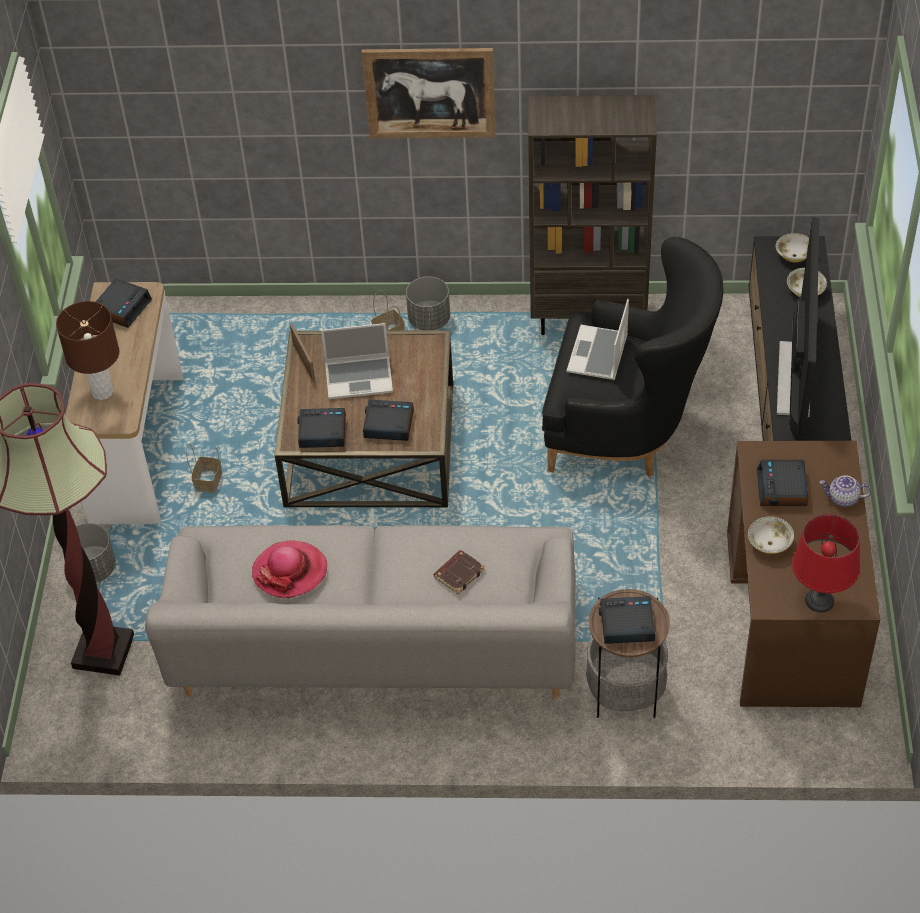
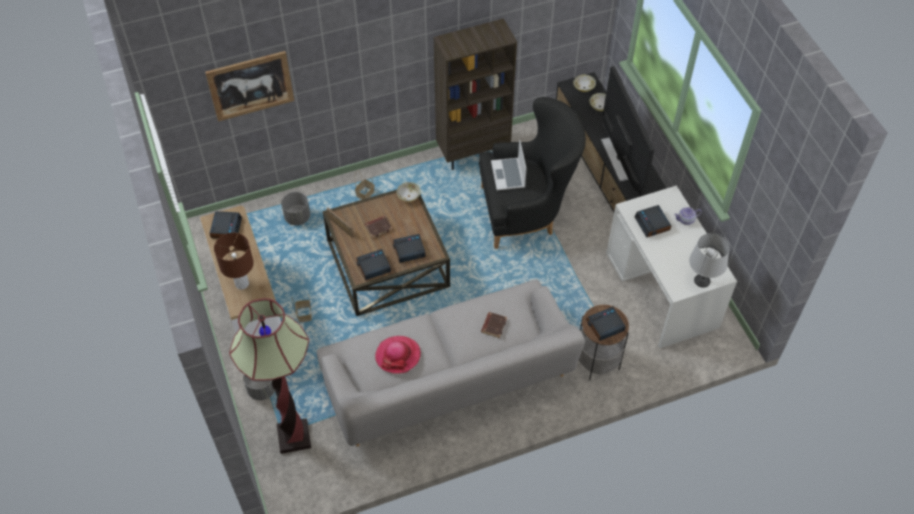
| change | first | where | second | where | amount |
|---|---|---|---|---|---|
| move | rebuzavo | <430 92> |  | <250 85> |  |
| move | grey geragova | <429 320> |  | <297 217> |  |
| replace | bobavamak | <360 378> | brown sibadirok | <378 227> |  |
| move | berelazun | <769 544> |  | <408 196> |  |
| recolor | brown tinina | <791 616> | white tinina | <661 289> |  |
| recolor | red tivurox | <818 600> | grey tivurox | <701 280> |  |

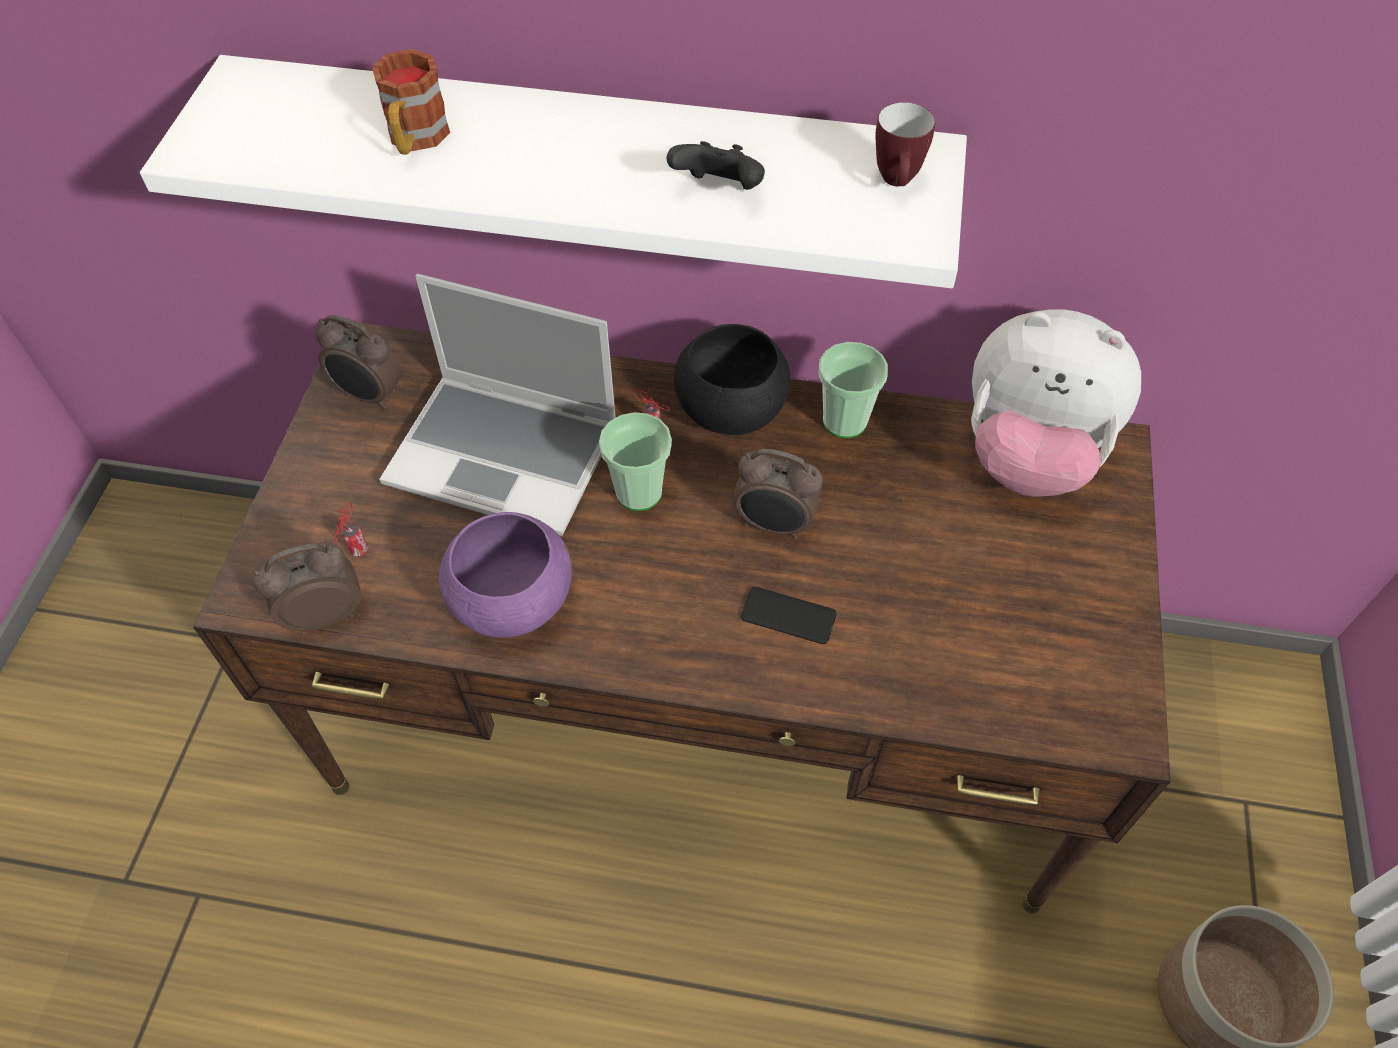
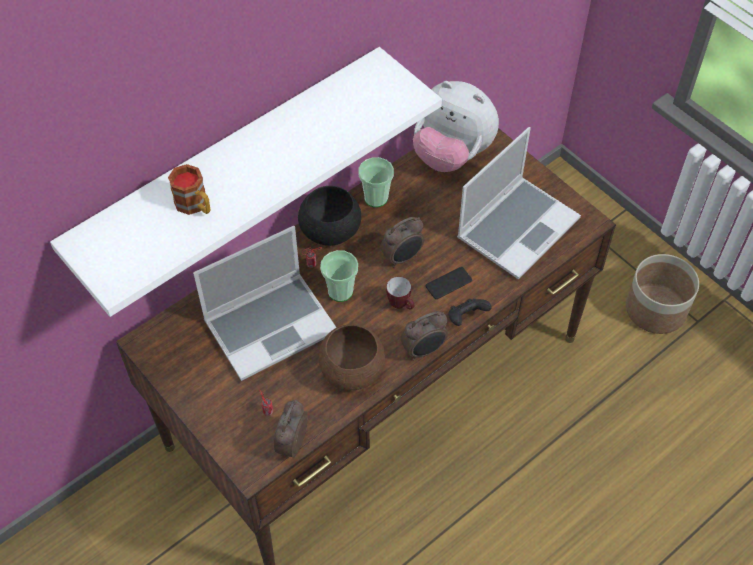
| change | first | where | second | where | amount |
|---|---|---|---|---|---|
| recolor | purple berelazun | <511 601> | brown berelazun | <351 371> |  |
| move | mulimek | <898 183> |  | <401 305> |  |
| move | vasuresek | <369 396> |  | <424 350> |  |
| rotate | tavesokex | <1029 455> |  | <452 154> | 60 degrees clockwise |
| move | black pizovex | <719 191> |  | <466 318> |  |
| insert |  |  | bobavamak | <517 227> |  |

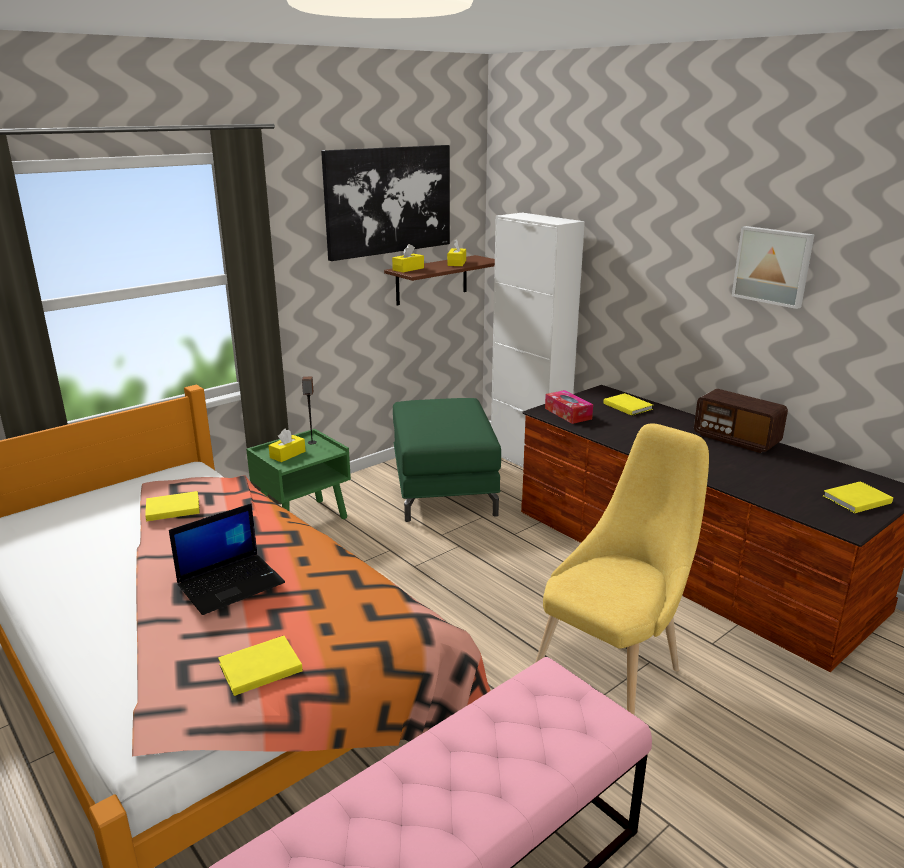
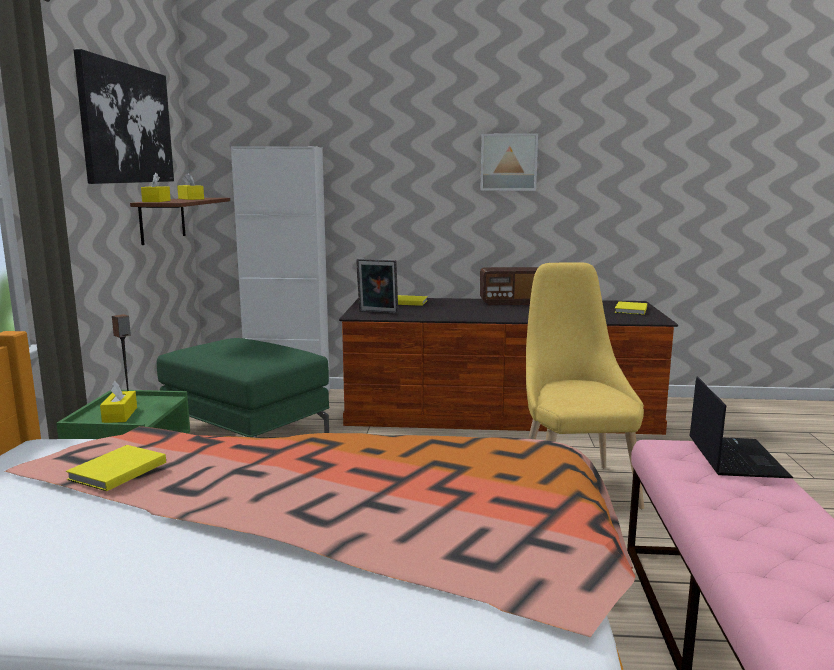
| change | first | where | second | where | amount |
|---|---|---|---|---|---|
| replace | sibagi | <568 413> | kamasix | <377 313> |  |
| move | bobavamak | <231 583> |  | <734 457> |  |
| delete | yellow sibadirok | <258 668> |  |  |  |

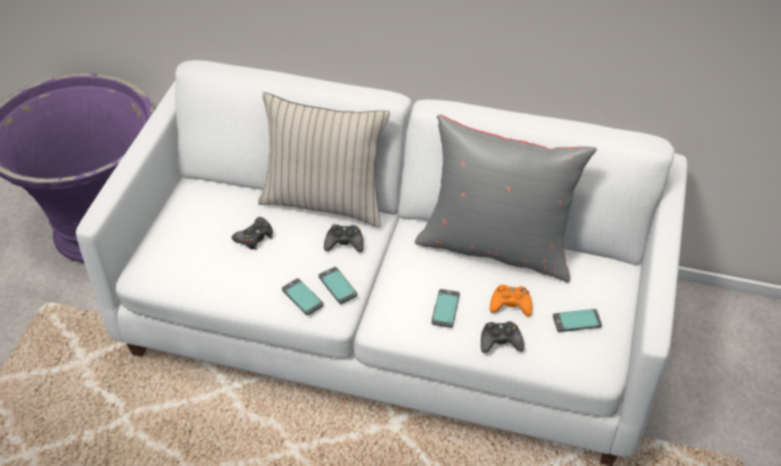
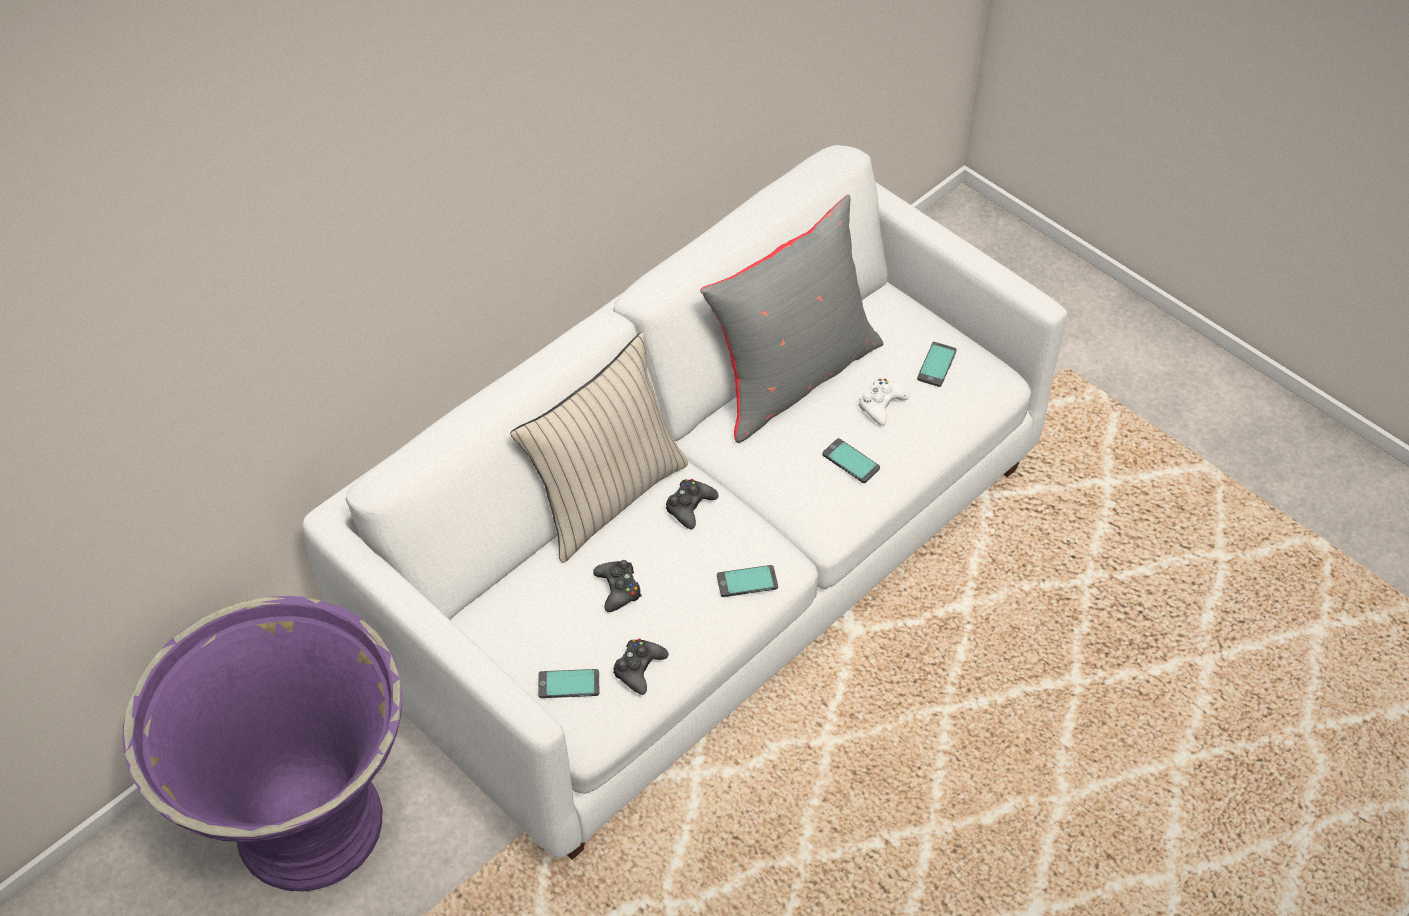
| change | first | where | second | where | amount |
|---|---|---|---|---|---|
| move | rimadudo | <337 286> |  | <569 685> |  |
| move | black pizovex | <500 341> |  | <639 668> |  |
| recolor | orange pizovex | <510 304> | white pizovex | <881 405> |  |

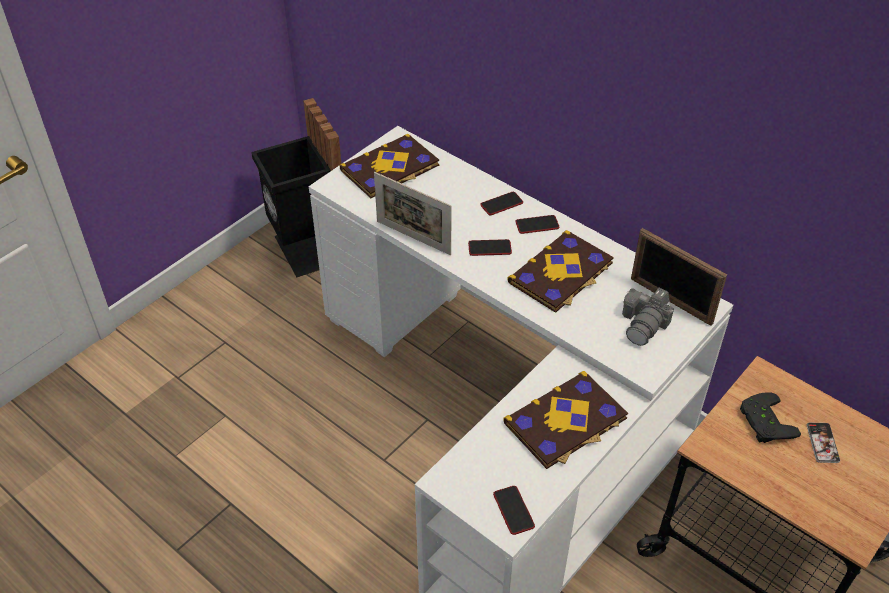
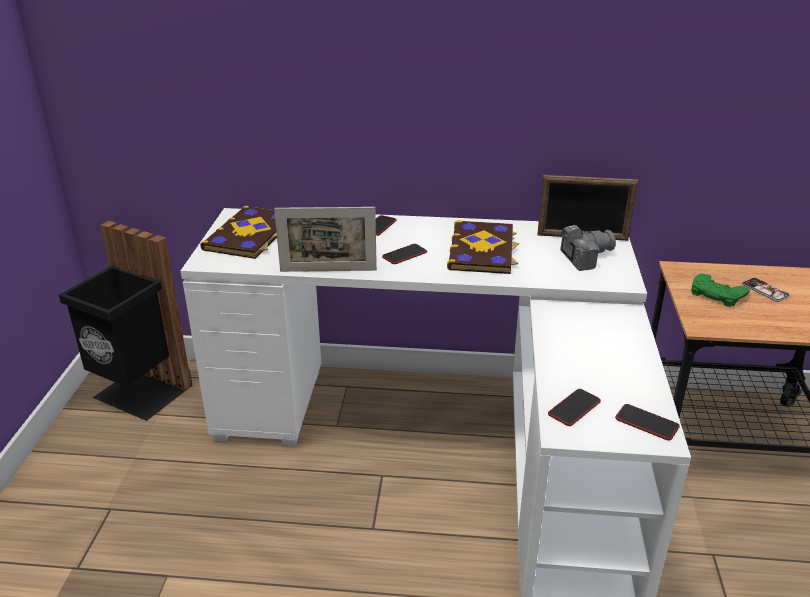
| change | first | where | second | where | amount |
|---|---|---|---|---|---|
| move | rimadudo | <537 225> |  | <574 408> |  |
| rotate | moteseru | <644 324> |  | <584 256> | 105 degrees counterclockwise |
| recolor | black pizovex | <763 422> | green pizovex | <715 294> |  |
| delete | sibadirok | <566 422> |  |  |  |

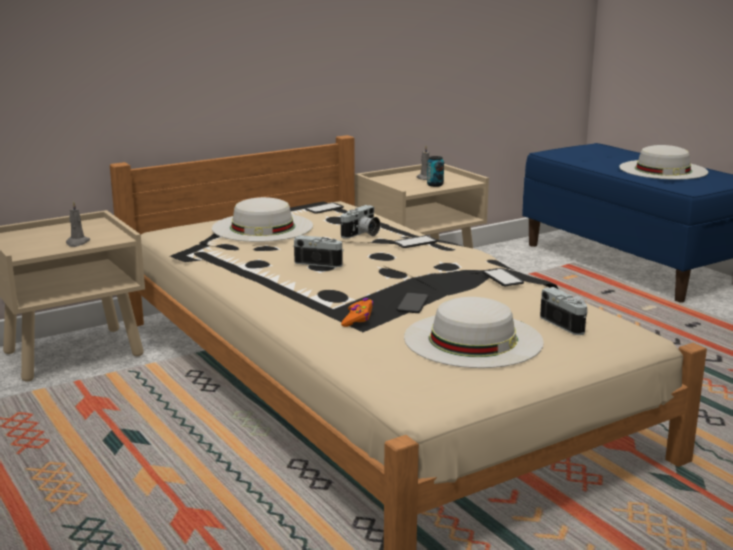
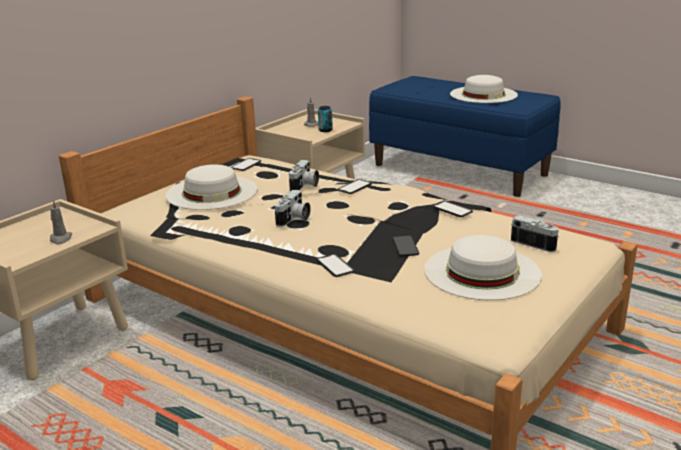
| change | first | where | second | where | amount |
|---|---|---|---|---|---|
| rotate | moteseru | <320 262> |  | <294 219> | 120 degrees clockwise |
| insert |  |  | rimadudo | <335 266> |  |
| delete | orange pizovex | <358 318> |  |  |  |

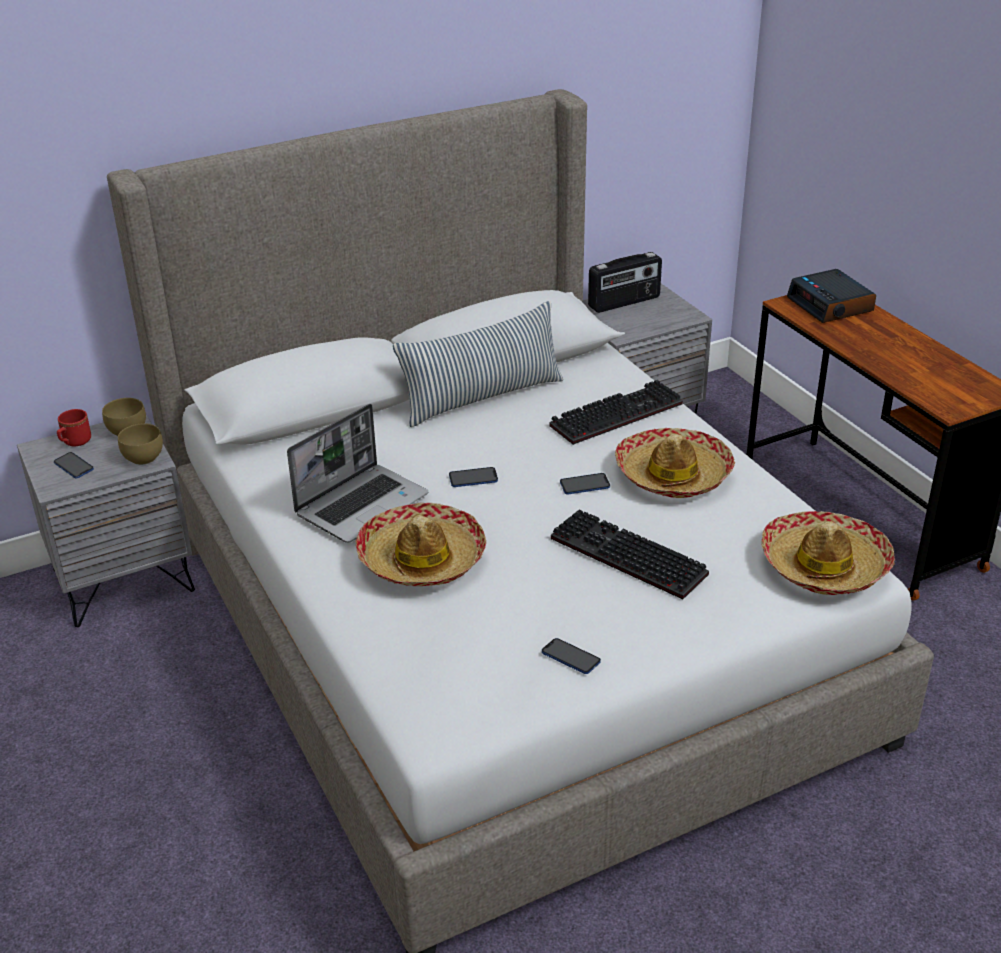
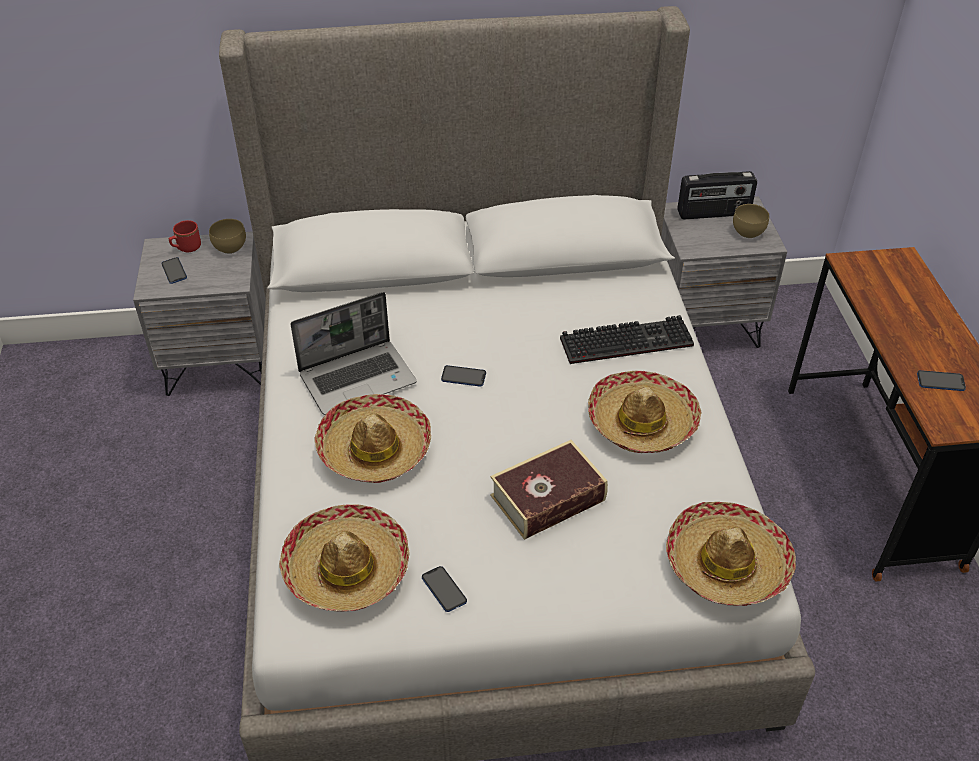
| change | first | where | second | where | amount |
|---|---|---|---|---|---|
| insert |  |  | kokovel | <346 568> |  |
| replace | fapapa | <623 557> | sibadirok | <548 498> |  |
| move | brown berelazun | <145 458> |  | <749 232> |  |
| move | rimadudo | <585 485> |  | <940 382> |  |
| delete | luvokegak | <482 397> |  |  |  |
| delete | vasuresek | <831 305> |  |  |  |

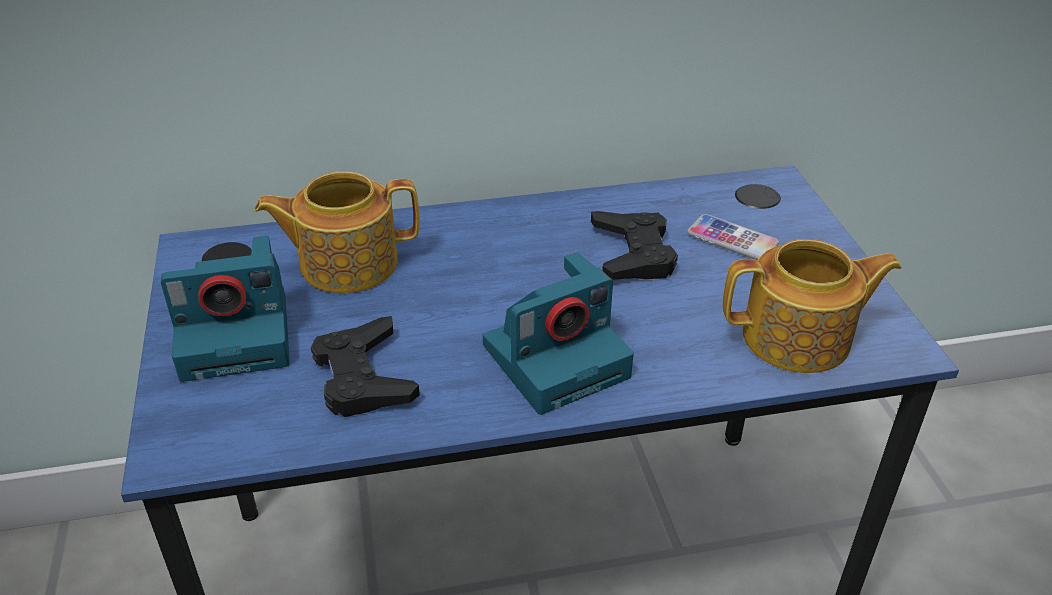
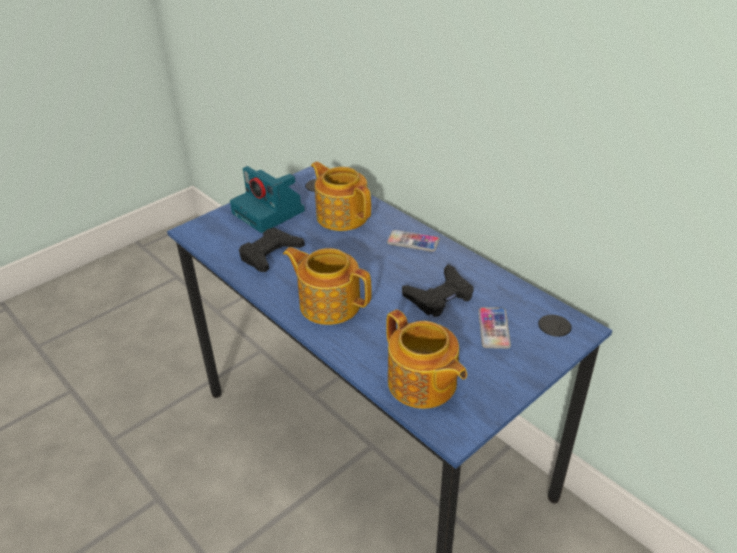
| change | first | where | second | where | amount |
|---|---|---|---|---|---|
| replace | moteseru | <557 358> | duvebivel | <329 303> |  |
| insert |  |  | rimadudo | <413 242> |  |

